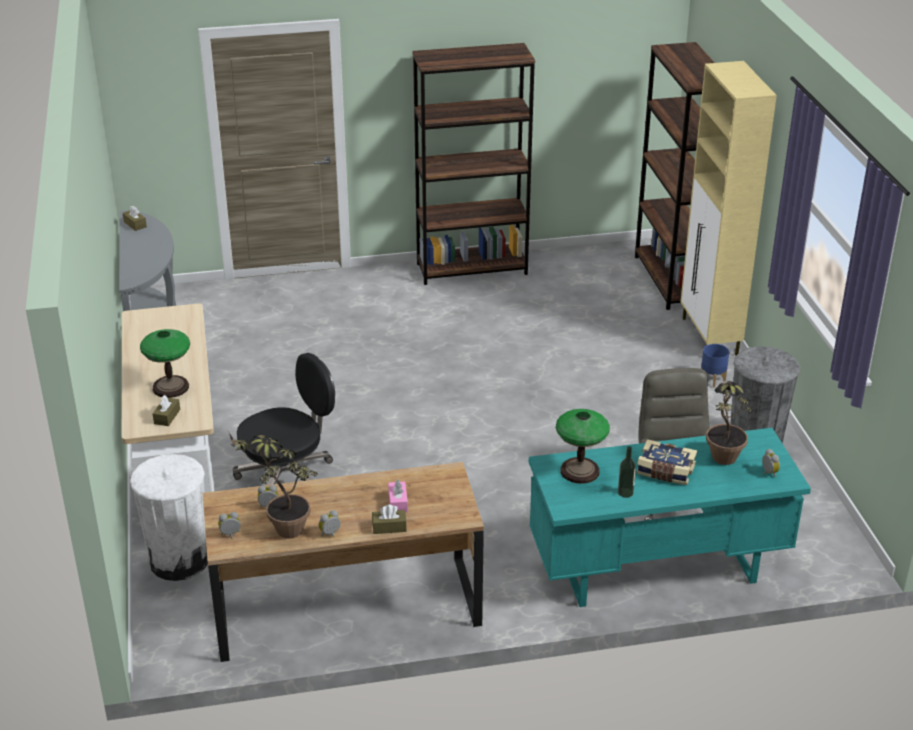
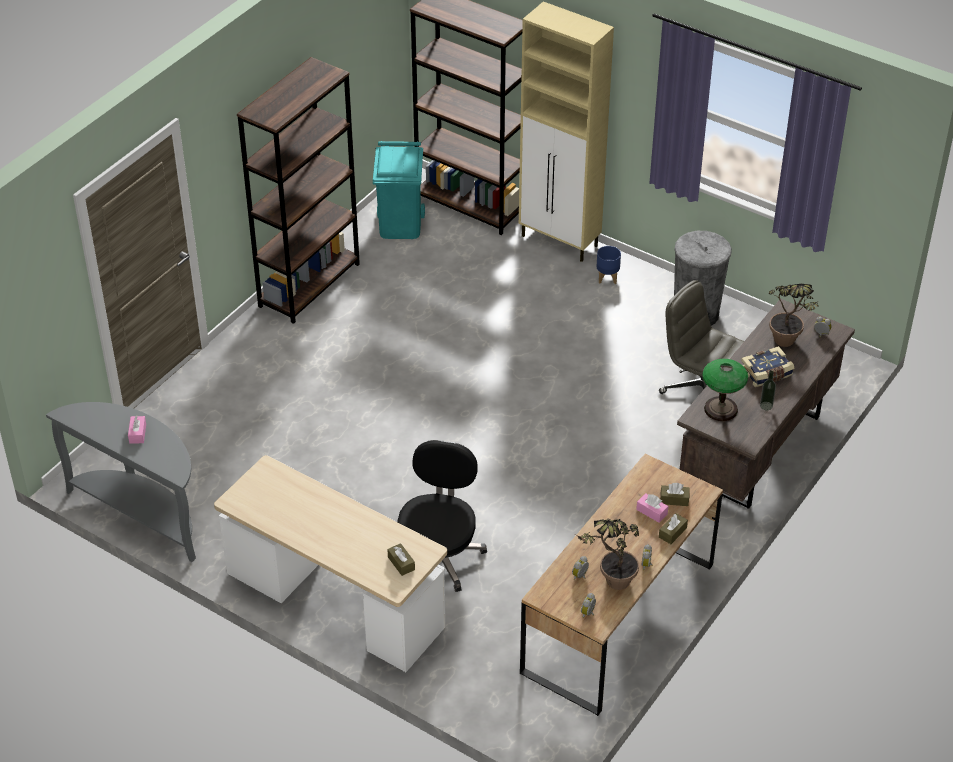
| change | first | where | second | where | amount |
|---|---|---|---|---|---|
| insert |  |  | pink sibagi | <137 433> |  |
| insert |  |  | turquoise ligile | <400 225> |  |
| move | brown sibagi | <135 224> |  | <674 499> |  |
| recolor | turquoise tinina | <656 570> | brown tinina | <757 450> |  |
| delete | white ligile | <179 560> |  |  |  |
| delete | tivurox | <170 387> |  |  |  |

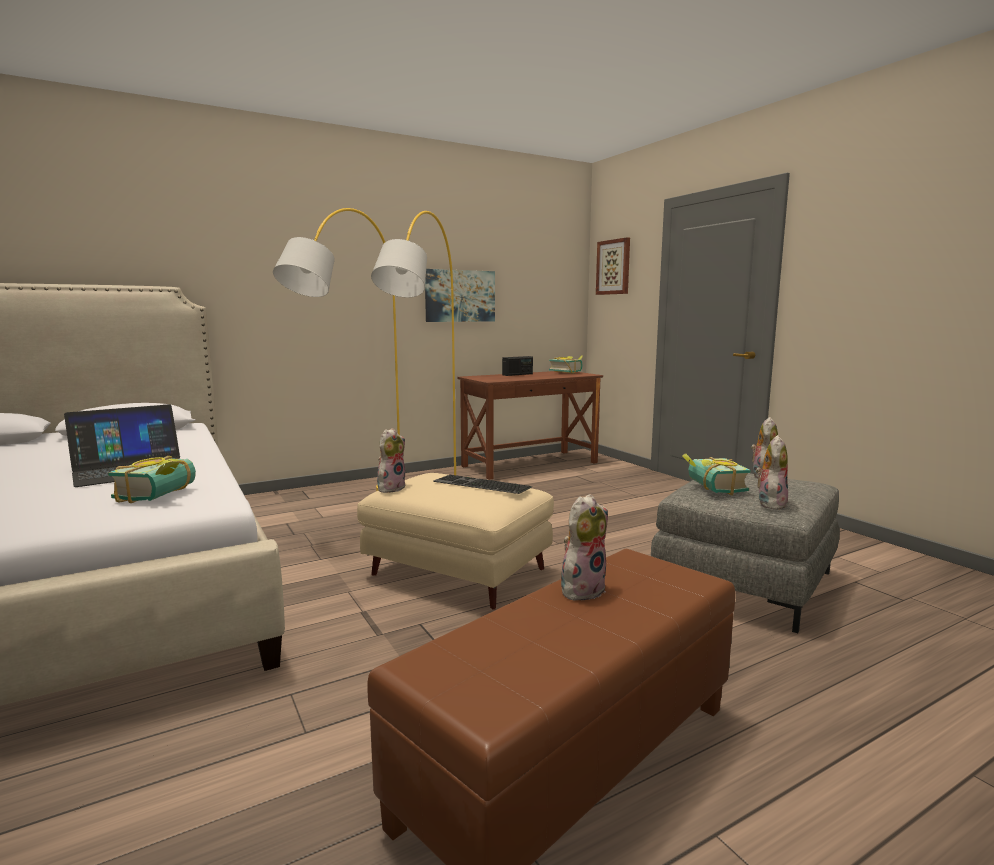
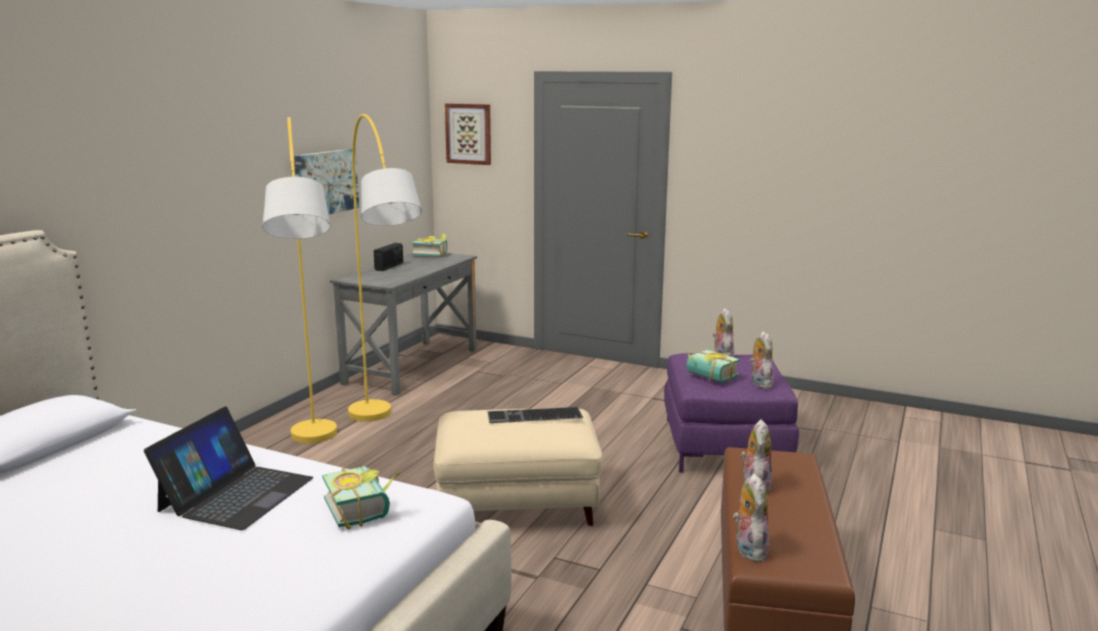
| change | first | where | second | where | amount |
|---|---|---|---|---|---|
| recolor | brown tinina | <530 464> | grey tinina | <411 366> |  |
| recolor | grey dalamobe | <745 582> | purple dalamobe | <725 445> |  |
| move | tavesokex | <391 488> |  | <748 549> |  |

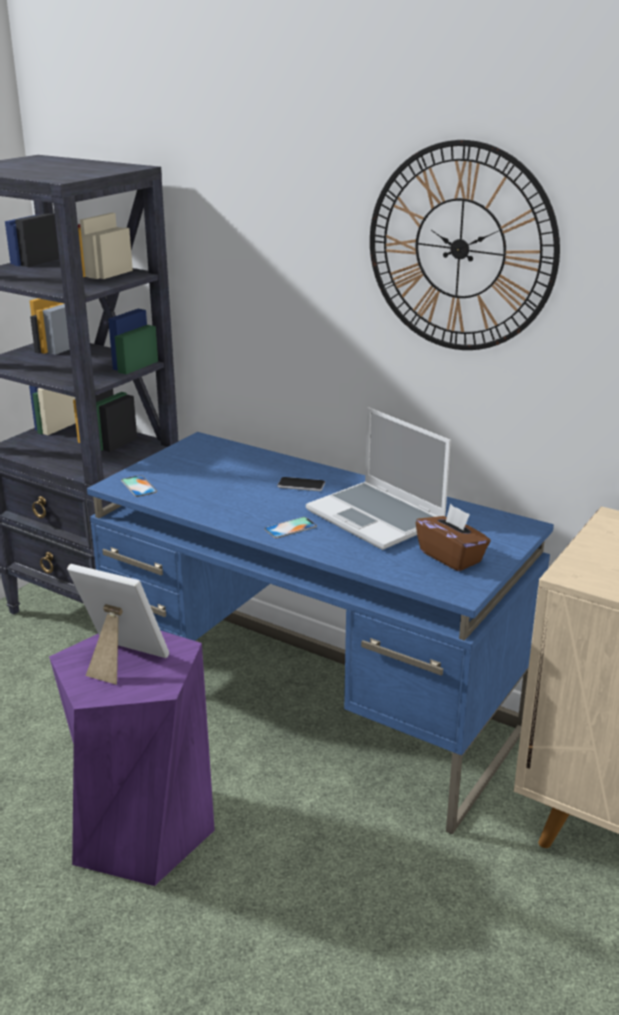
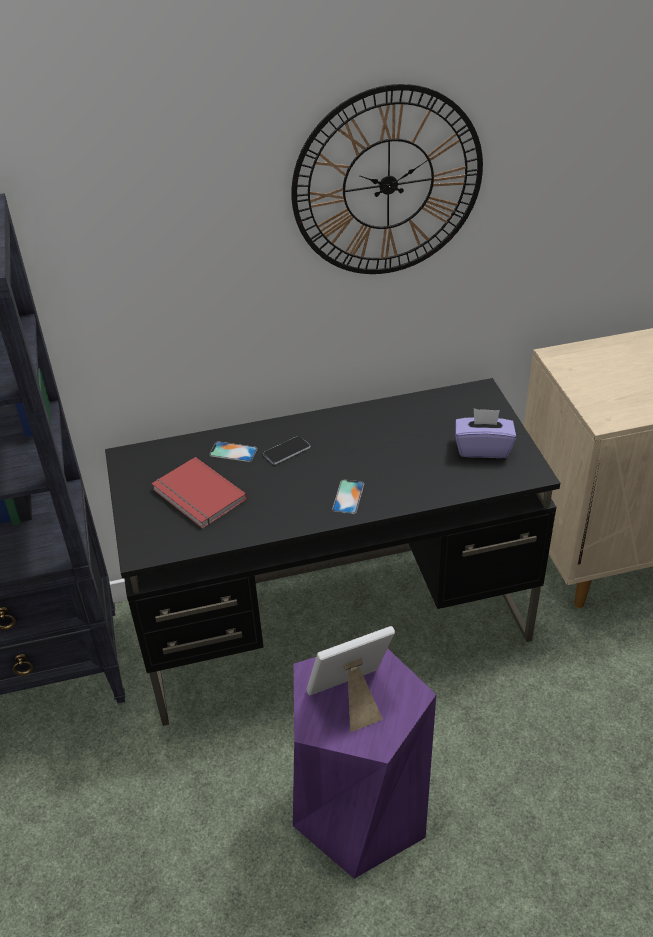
| change | first | where | second | where | amount |
|---|---|---|---|---|---|
| recolor | blue tinina | <313 707> | black tinina | <335 622> |  |
| insert |  |  | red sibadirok | <197 496> |  |
| move | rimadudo | <139 486> |  | <233 452> |  |
| recolor | brown sibagi | <451 557> | purple sibagi | <483 448> |  |
| delete | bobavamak | <378 518> |  |  |  |

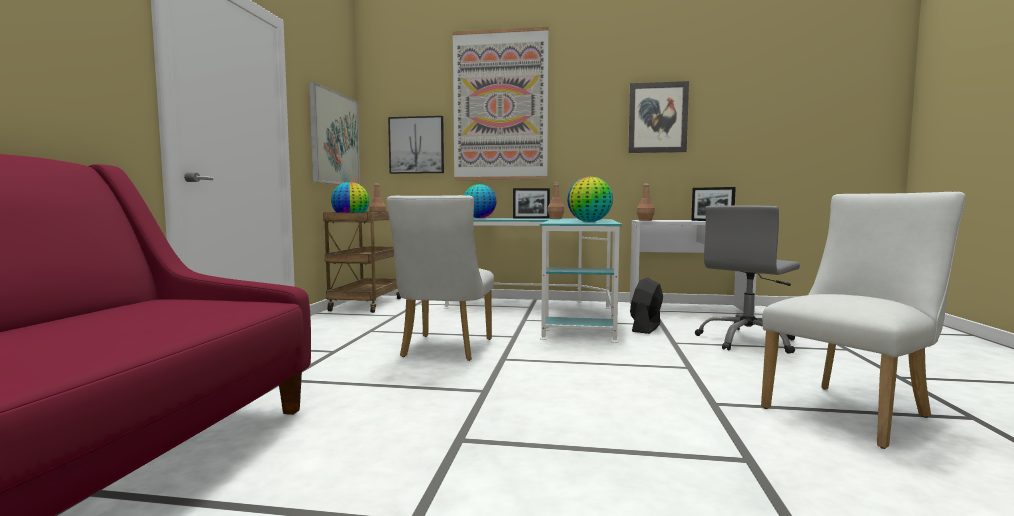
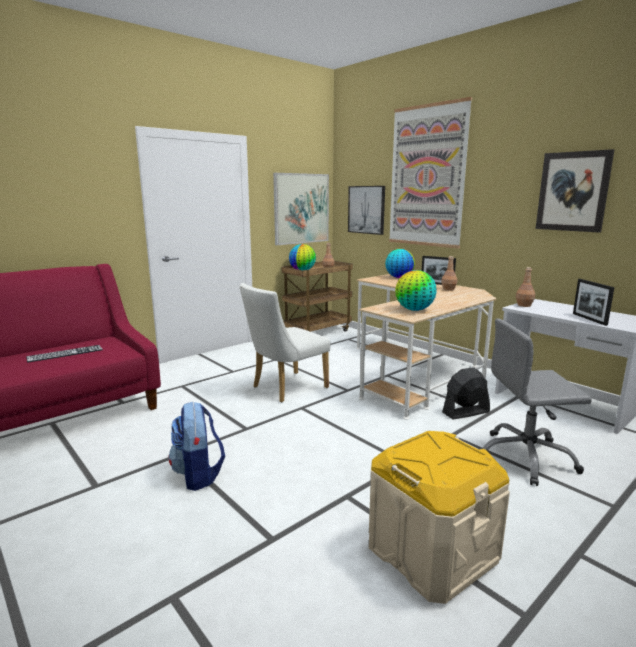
| change | first | where | second | where | amount |
|---|---|---|---|---|---|
| insert |  |  | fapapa | <65 353> |  |
| insert |  |  | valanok | <198 475> |  |
| recolor | turquoise tinina | <544 312> | beige tinina | <418 371> |  |
| replace | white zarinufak | <852 411> | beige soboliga | <432 552> |  |

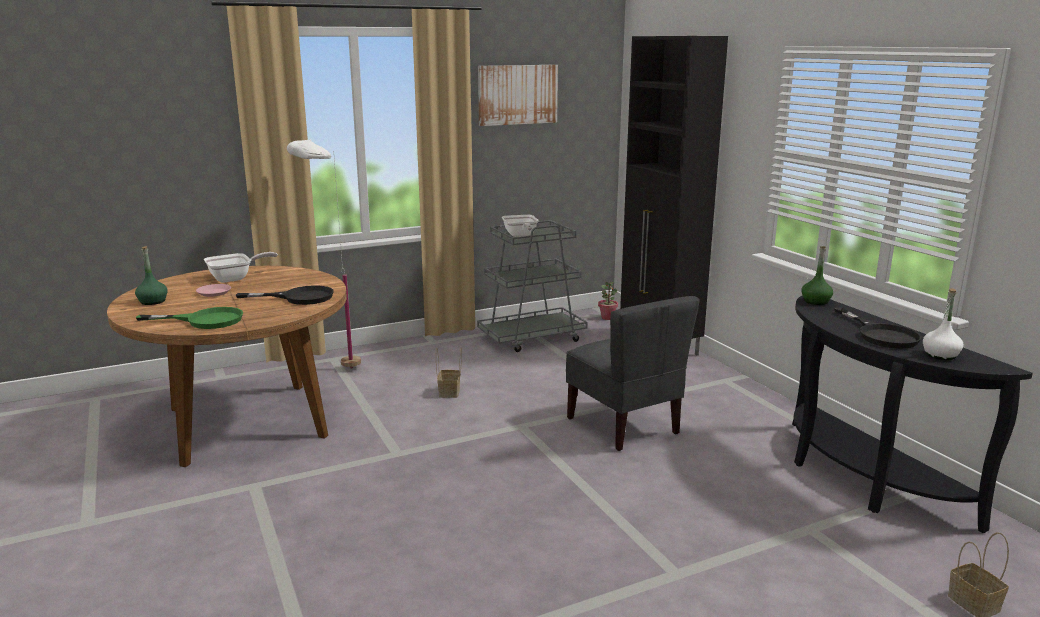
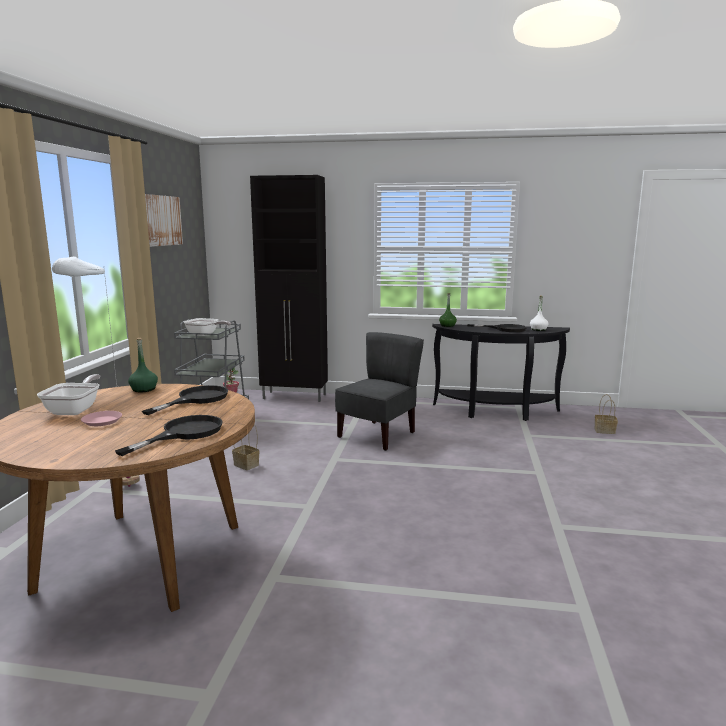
| change | first | where | second | where | amount |
|---|---|---|---|---|---|
| recolor | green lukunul | <205 320> | black lukunul | <184 433> |  |
| move | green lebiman | <153 301> |  | <144 389> |  |
| rotate | grey zarinufak | <624 425> |  | <378 435> | 60 degrees counterclockwise |

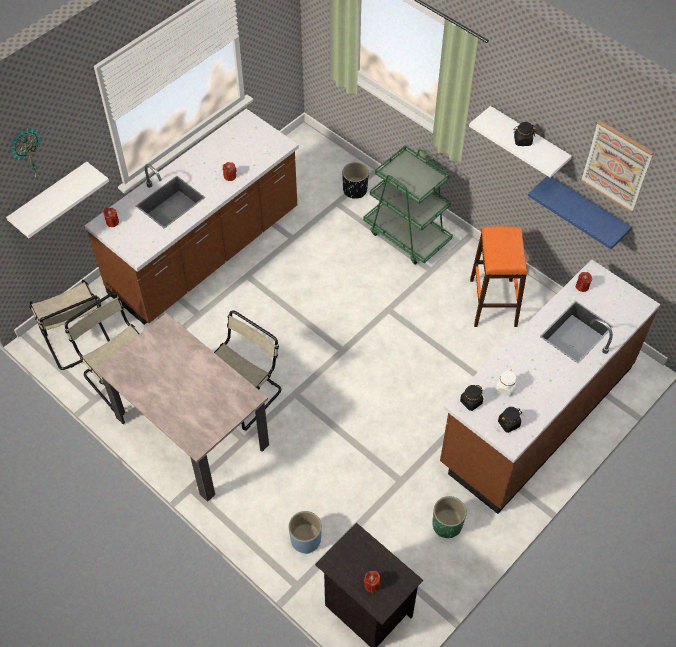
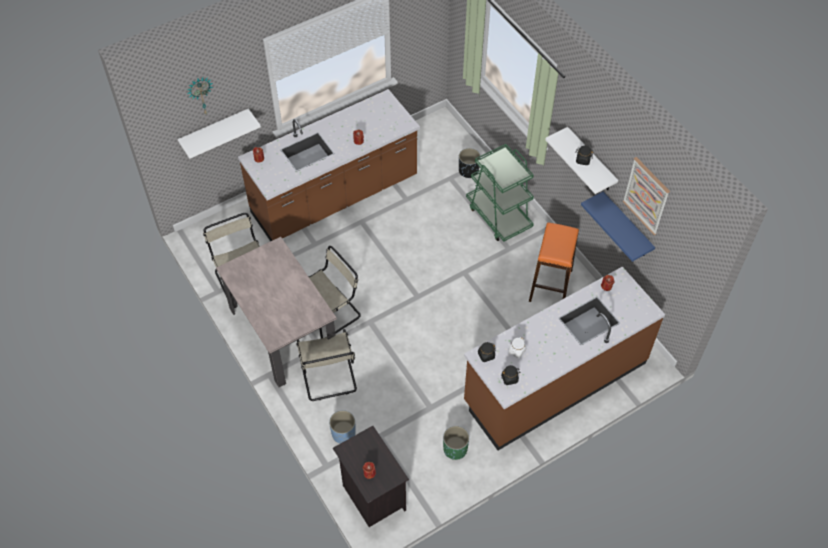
| change | first | where | second | where | amount |
|---|---|---|---|---|---|
| move | beige zarinufak | <78 341> |  | <329 377> |  |

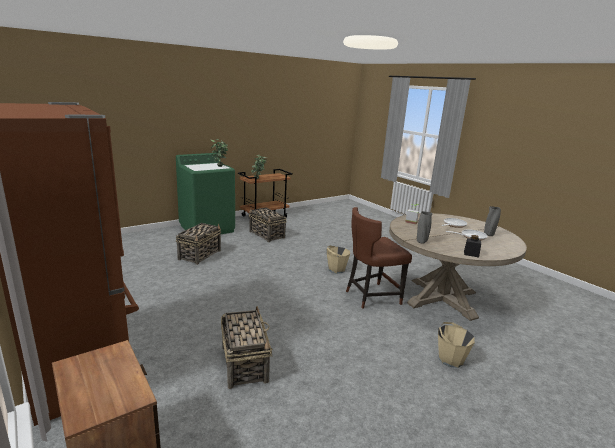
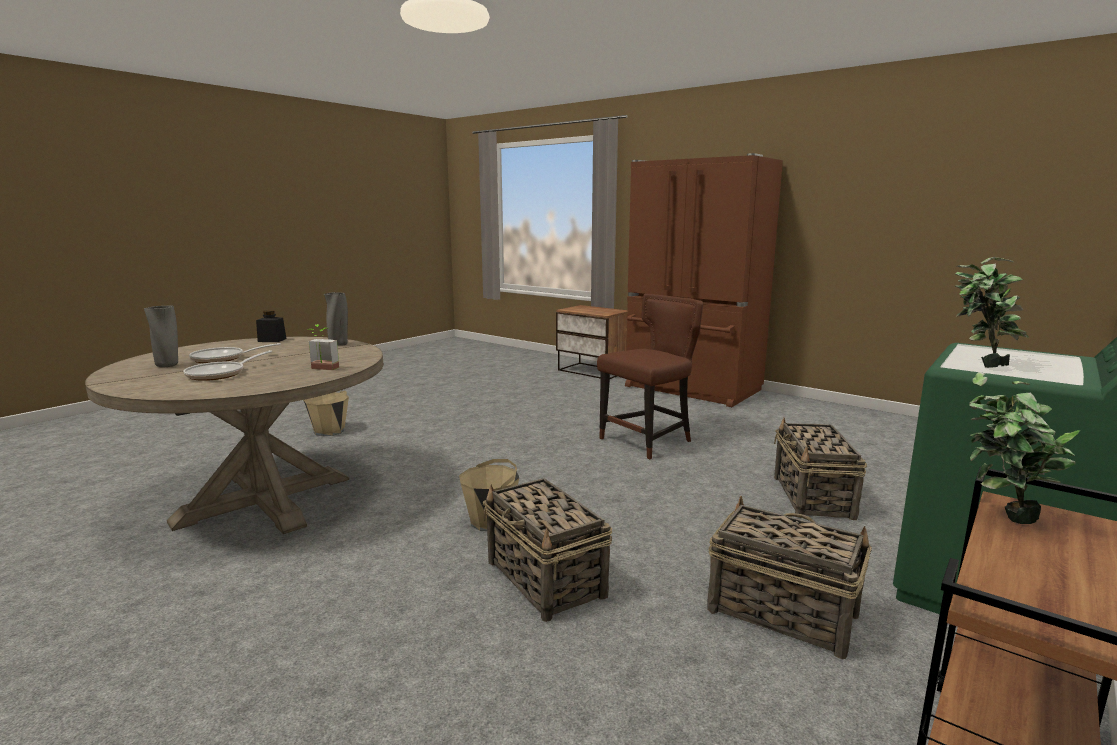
| change | first | where | second | where | amount |
|---|---|---|---|---|---|
| move | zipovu | <244 363> |  | <546 580> |  |
| move | brown zarinufak | <371 296> |  | <648 441> |  |

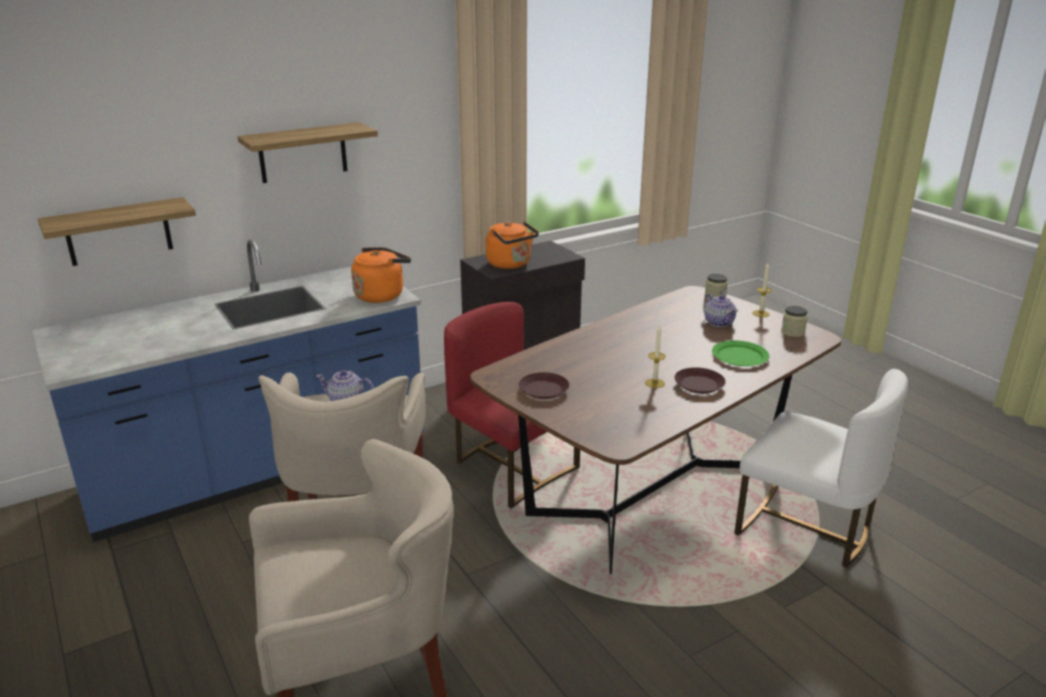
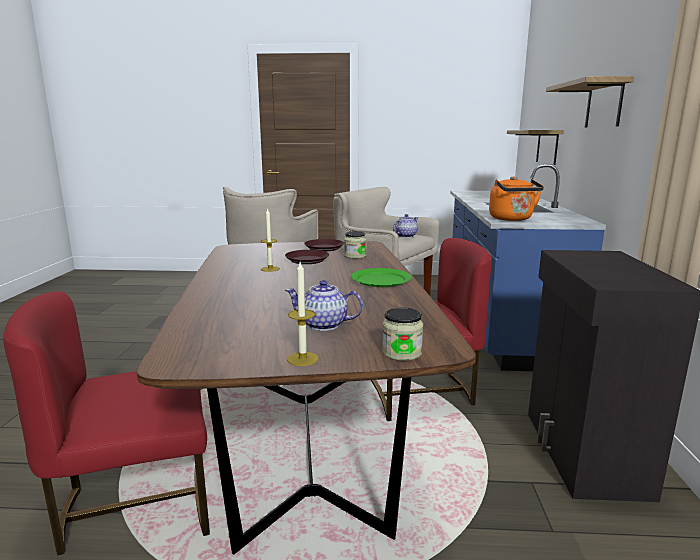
| change | first | where | second | where | amount |
|---|---|---|---|---|---|
| recolor | white zarinufak | <805 528> | red zarinufak | <138 504> |  |
| move | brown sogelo | <699 385> |  | <306 260> |  |
| move | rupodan | <792 332> |  | <355 256> |  |
| move | green sogelo | <739 356> |  | <381 280> |  |
| delete | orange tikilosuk | <511 264> |  |  |  |

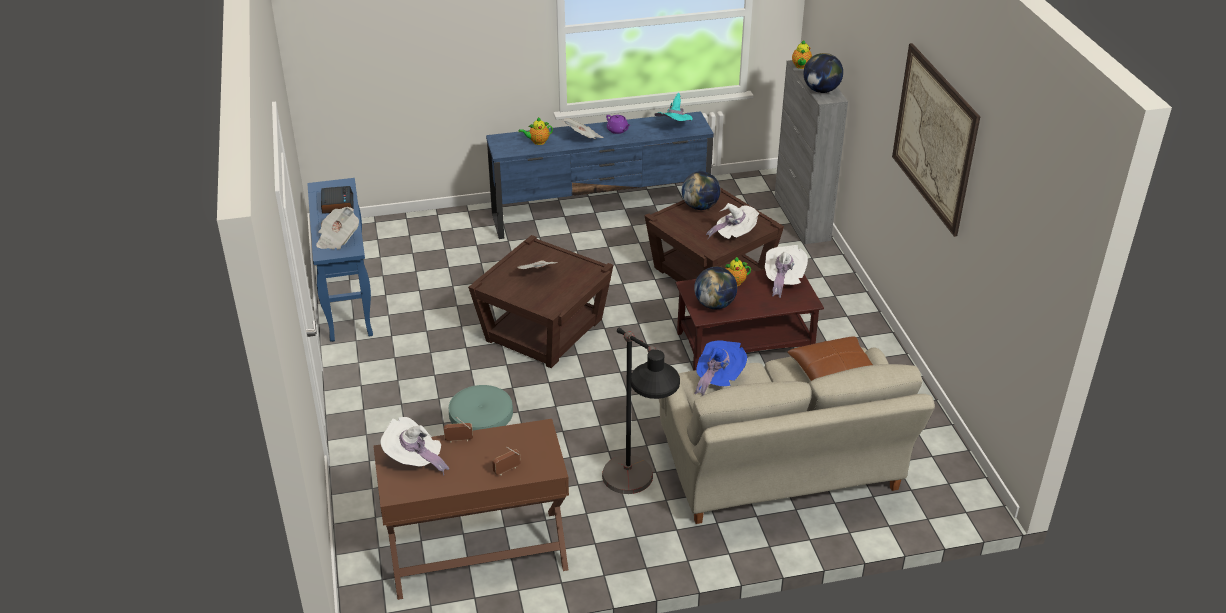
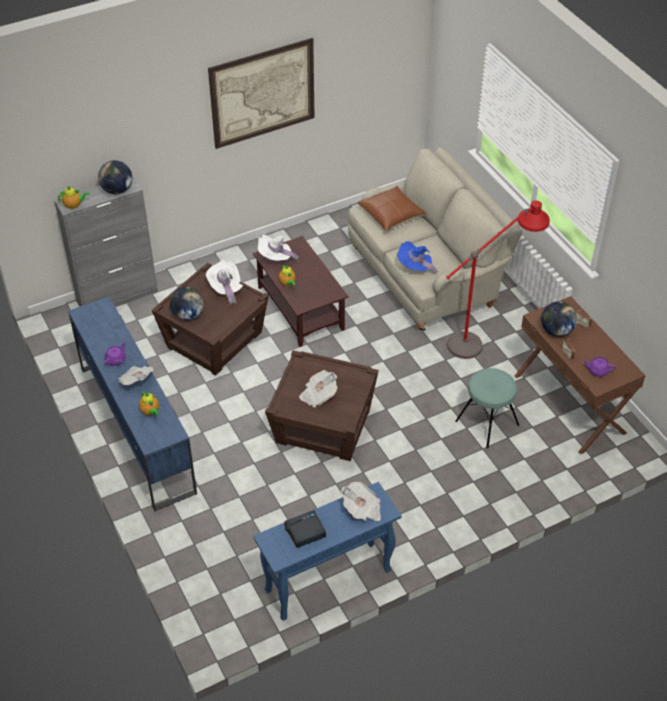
| change | first | where | second | where | amount |
|---|---|---|---|---|---|
| recolor | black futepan | <636 501> | red futepan | <486 337> |  |
| move | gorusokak | <714 305> |  | <556 331> |  |
| replace | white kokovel | <415 460> | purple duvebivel | <597 371> |  |
| delete | turquoise kokovel | <675 129> |  |  |  |

